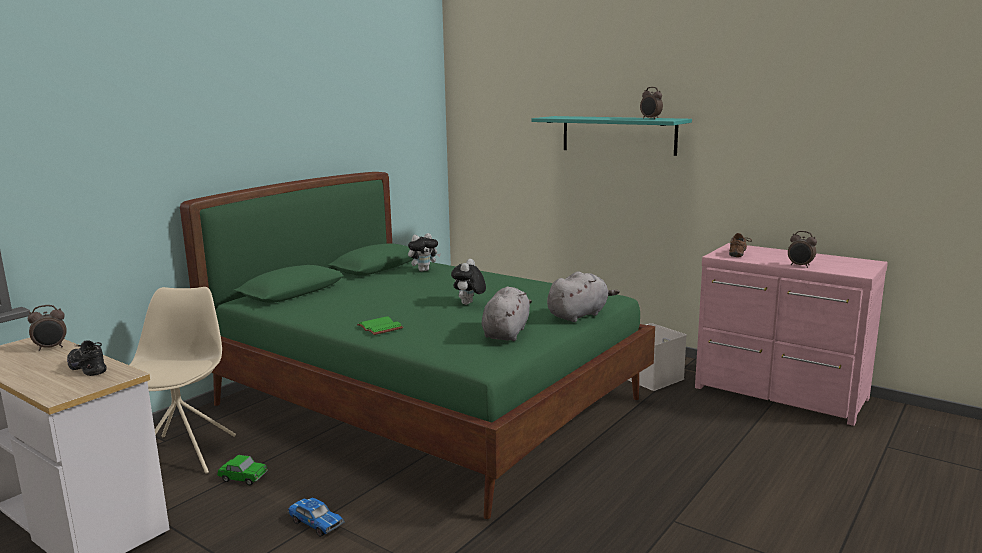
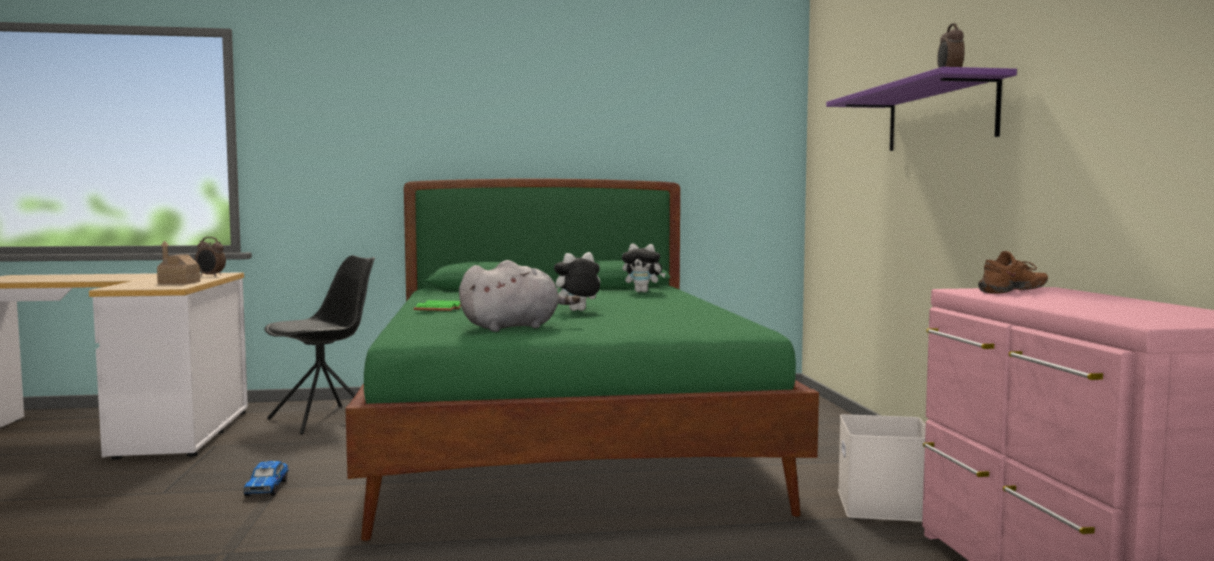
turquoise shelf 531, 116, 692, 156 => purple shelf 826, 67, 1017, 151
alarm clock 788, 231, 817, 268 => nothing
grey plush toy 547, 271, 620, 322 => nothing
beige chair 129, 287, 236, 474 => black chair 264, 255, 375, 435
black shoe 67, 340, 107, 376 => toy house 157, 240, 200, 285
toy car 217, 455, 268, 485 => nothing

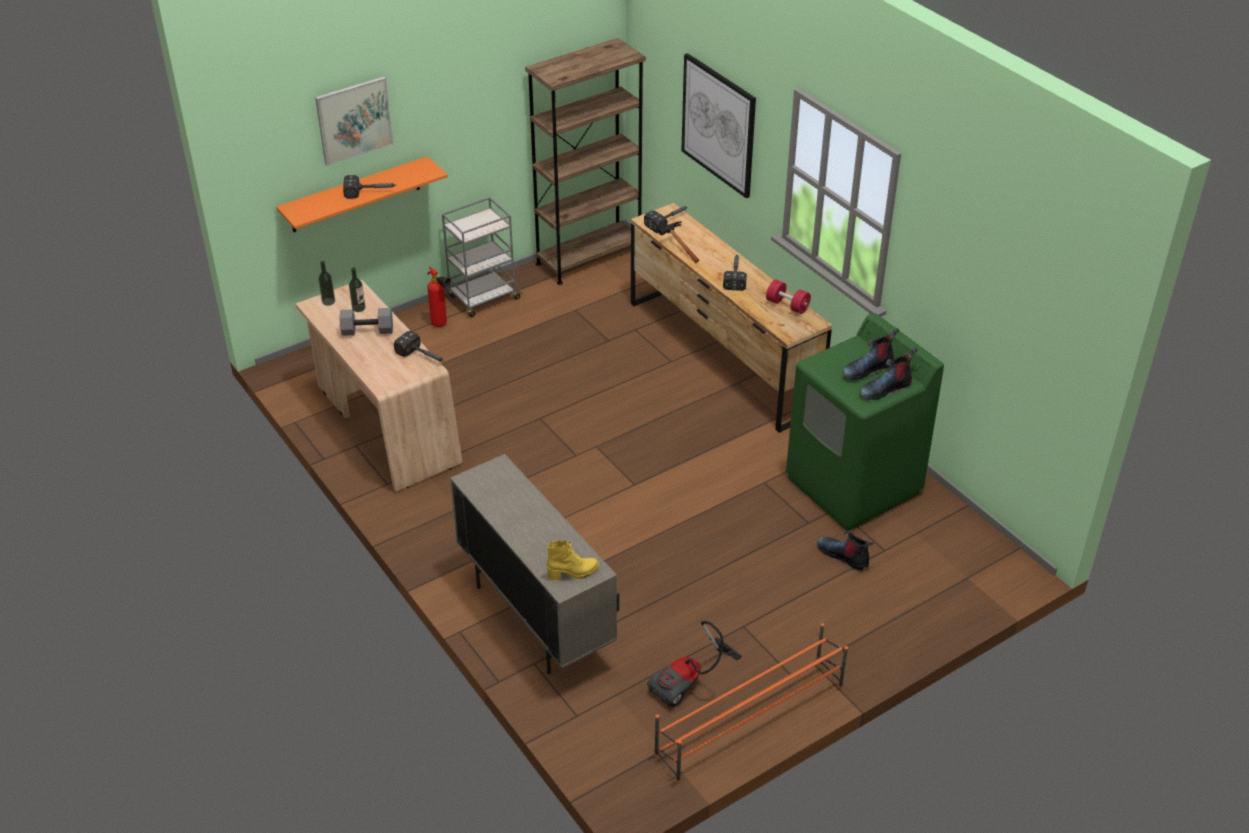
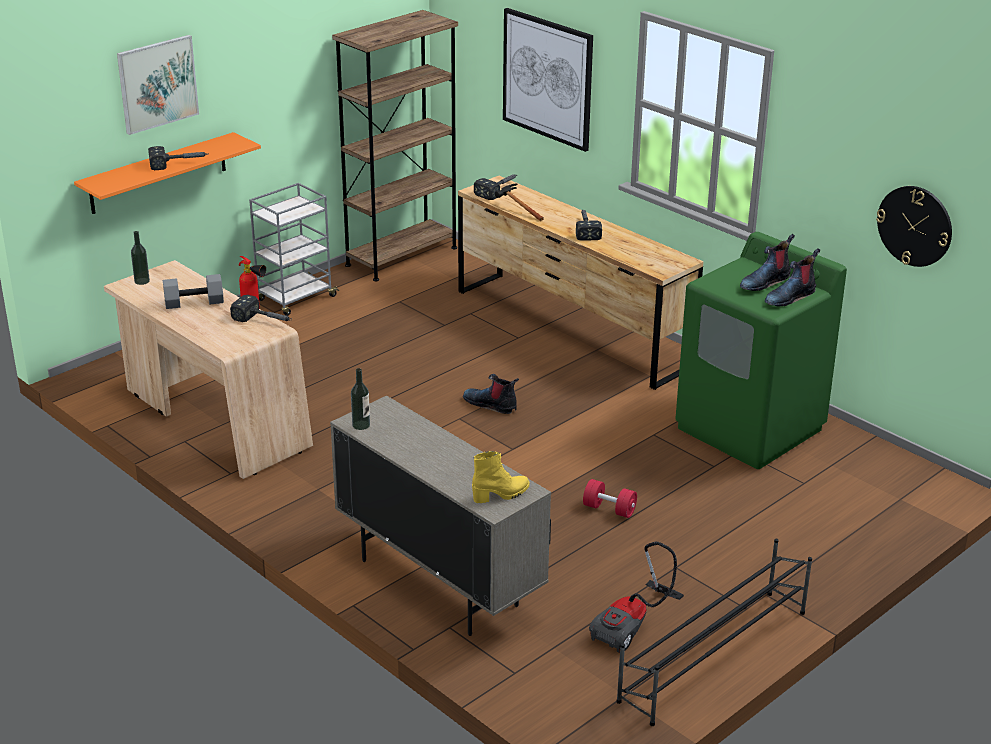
bottle 349, 267, 365, 312 => bottle 351, 368, 370, 430, relocated
red dumbbell 766, 279, 811, 314 => red dumbbell 583, 479, 637, 518, relocated
boot 817, 531, 874, 571 => boot 463, 374, 519, 414, relocated
orange shoe rack 654, 623, 848, 783 => black shoe rack 616, 539, 812, 726
nothing => wall clock 876, 186, 952, 267

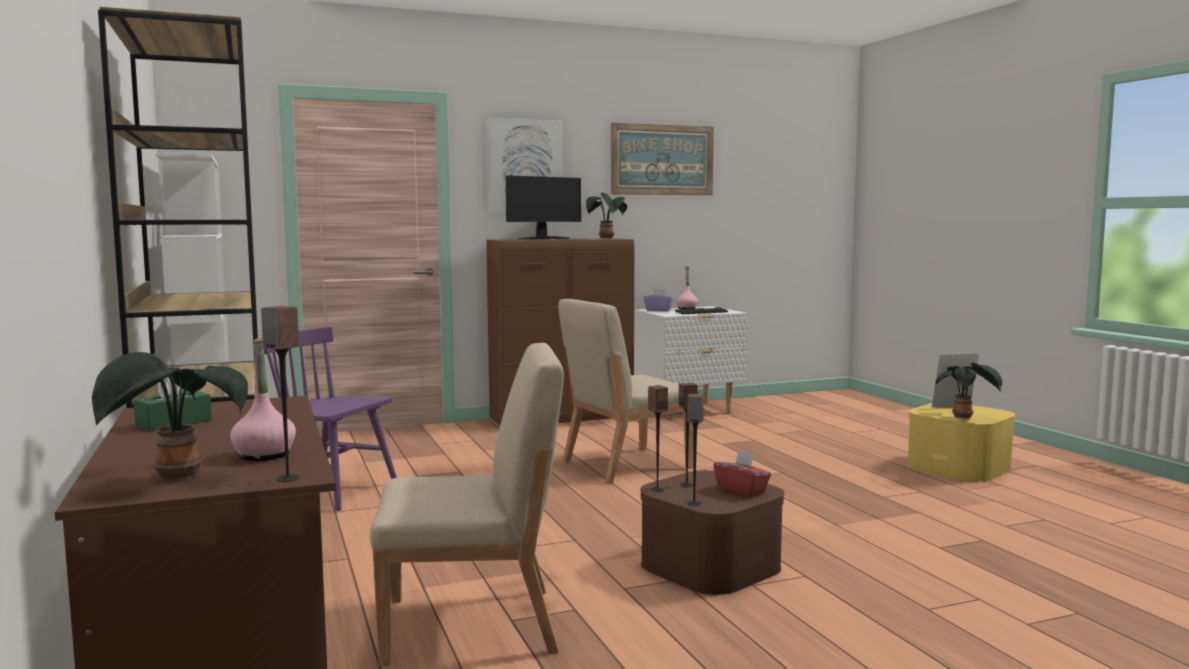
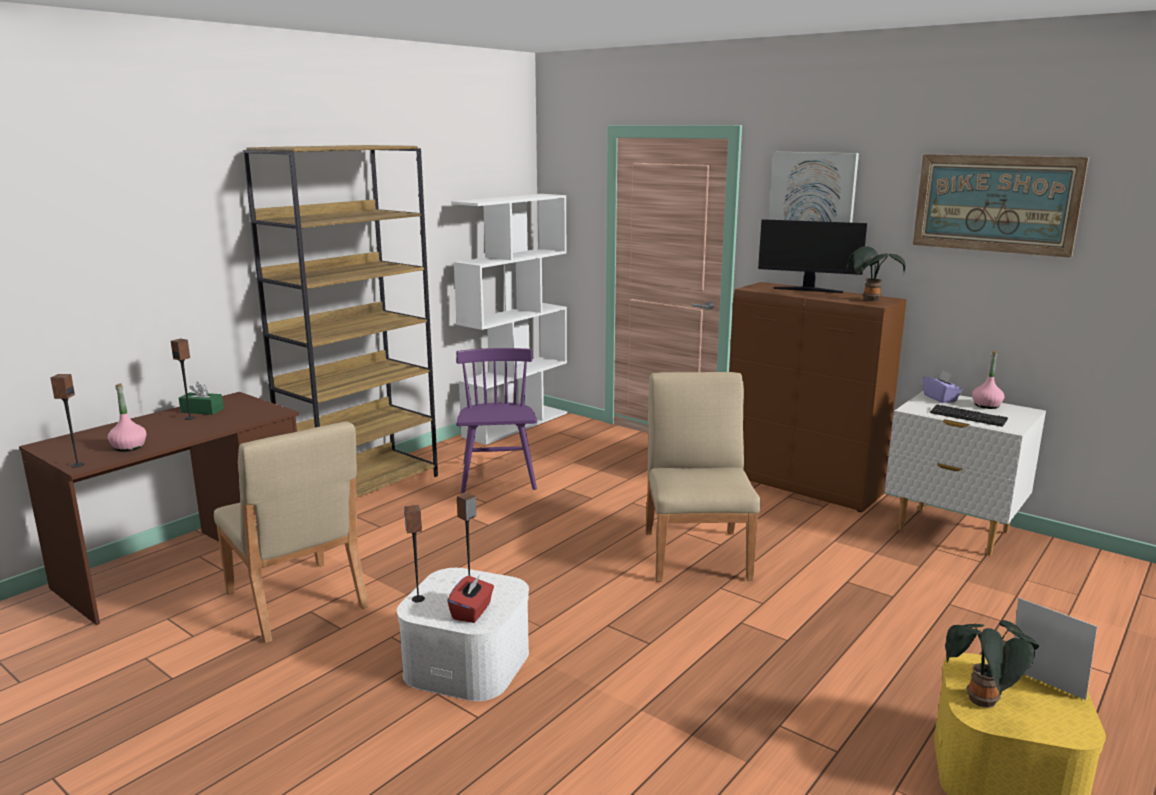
beige chair 558, 299, 693, 484 => beige chair 646, 372, 761, 582, 60 degrees clockwise
potted plant 92, 352, 248, 480 => nothing
speaker 648, 385, 668, 492 => speaker 171, 339, 196, 420, relocated
brown storage box 640, 470, 785, 595 => white storage box 397, 568, 529, 701

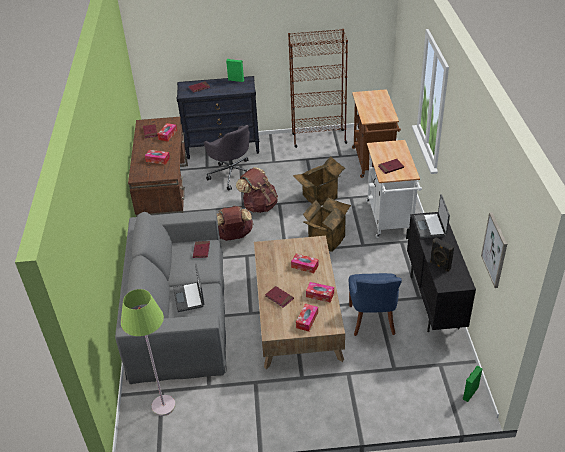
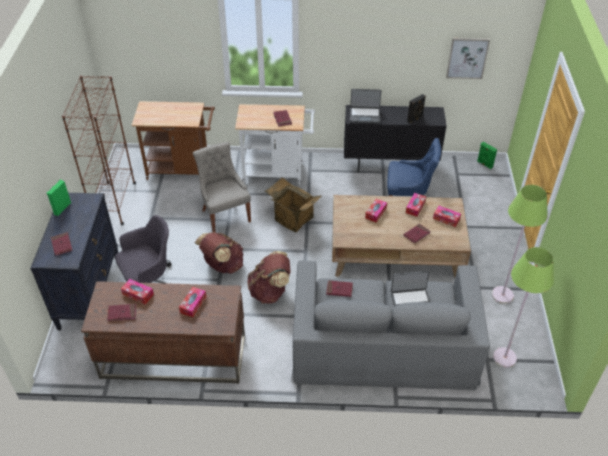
cardboard box 293, 156, 345, 206 => grey chair 193, 142, 251, 232
nothing => green floor lamp 492, 185, 548, 304

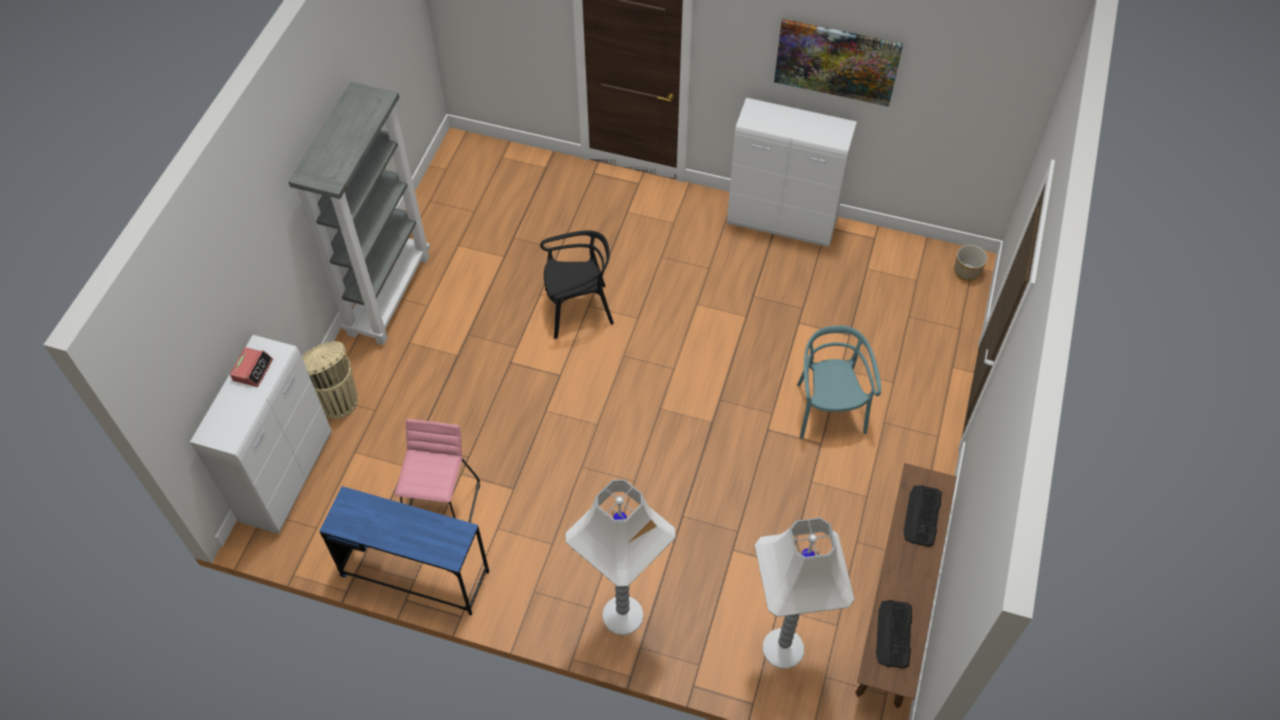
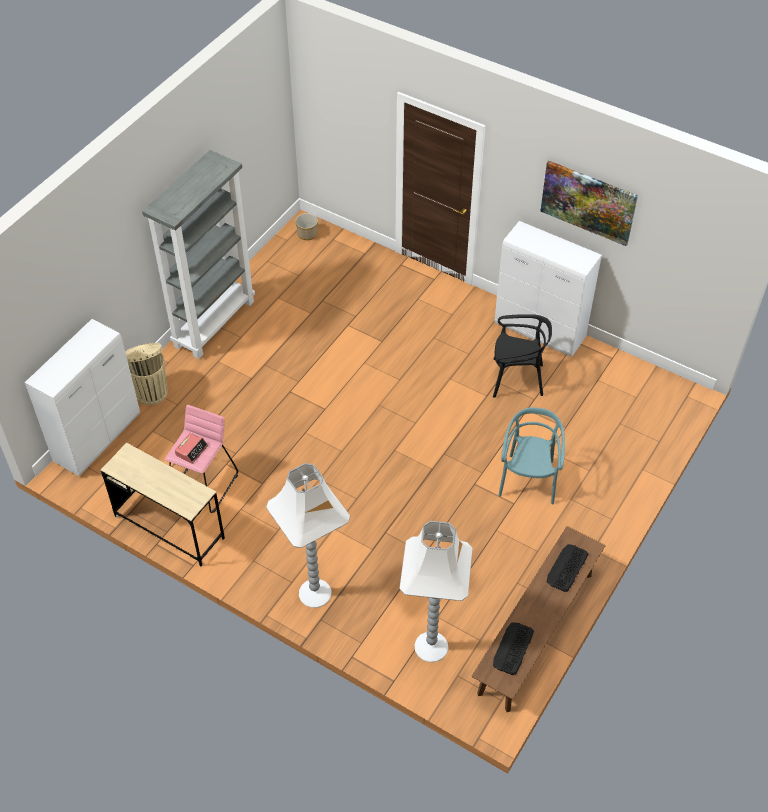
black chair 540, 230, 614, 339 => black chair 493, 314, 552, 397, relocated
planter 954, 245, 987, 281 => planter 295, 213, 318, 240, relocated
alarm clock 230, 347, 273, 387 => alarm clock 175, 433, 208, 464, relocated
blue desk 319, 486, 489, 615 => beige desk 101, 443, 225, 566

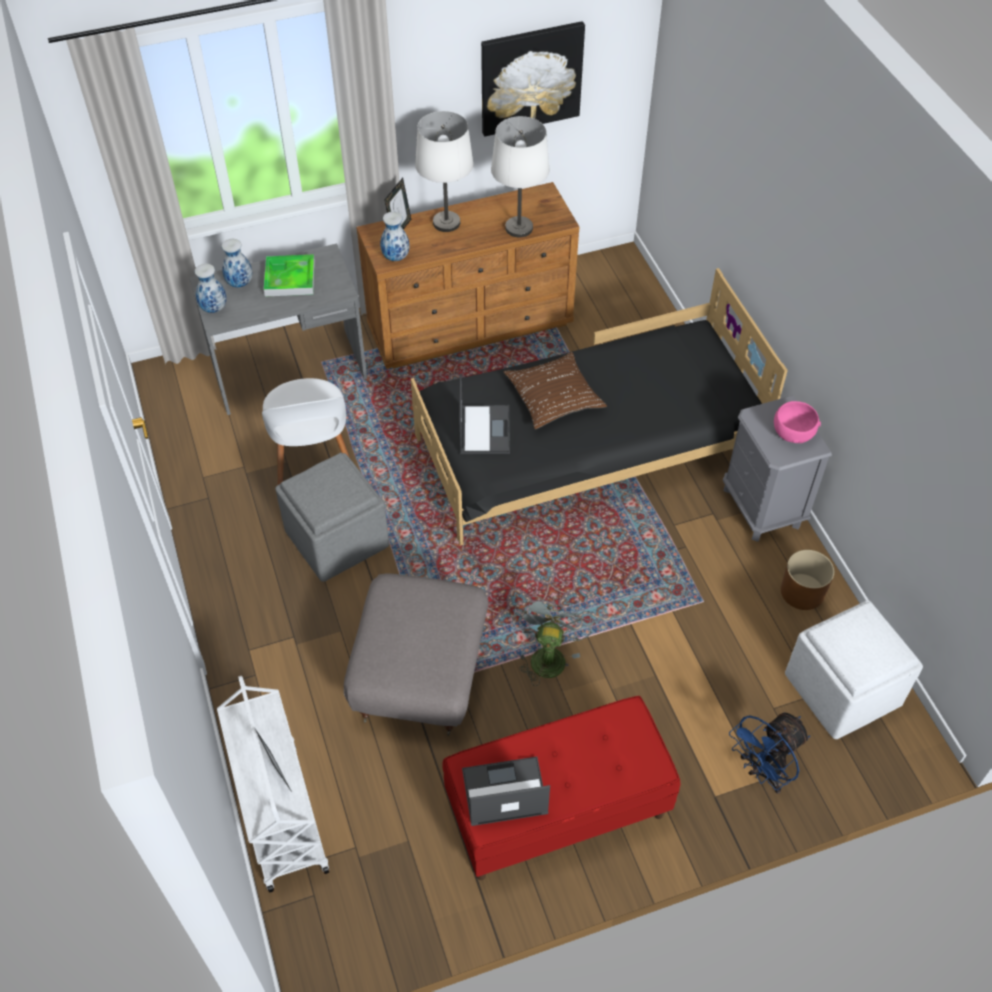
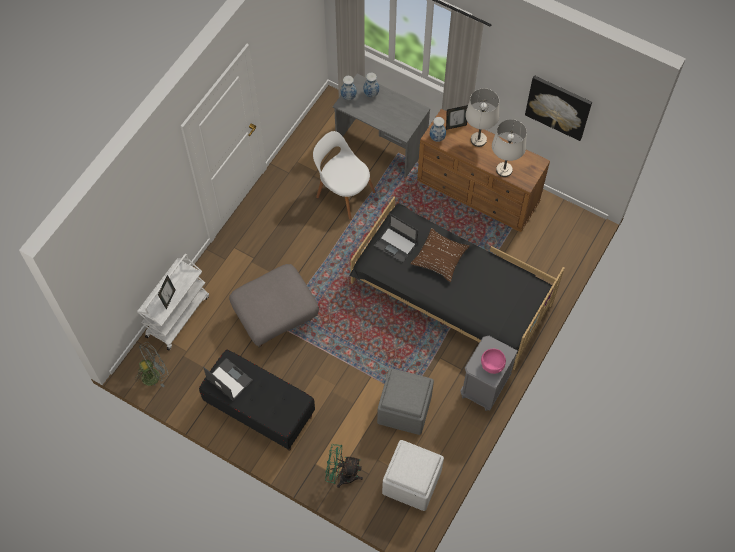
tray 264, 255, 315, 296 => nothing
laptop 459, 373, 510, 454 => laptop 374, 213, 418, 263, 75 degrees clockwise
white chair 262, 378, 350, 485 => white chair 313, 131, 375, 220, 90 degrees clockwise
grey ottoman 275, 453, 389, 582 => grey ottoman 377, 368, 434, 435, relocated
brown planter 781, 550, 834, 610 => nothing
grey fan 512, 596, 592, 686 => grey fan 135, 342, 168, 387, relocated
red bench 443, 696, 680, 880 => black bench 199, 349, 315, 451
blue fan 729, 712, 810, 794 => green fan 325, 444, 363, 488

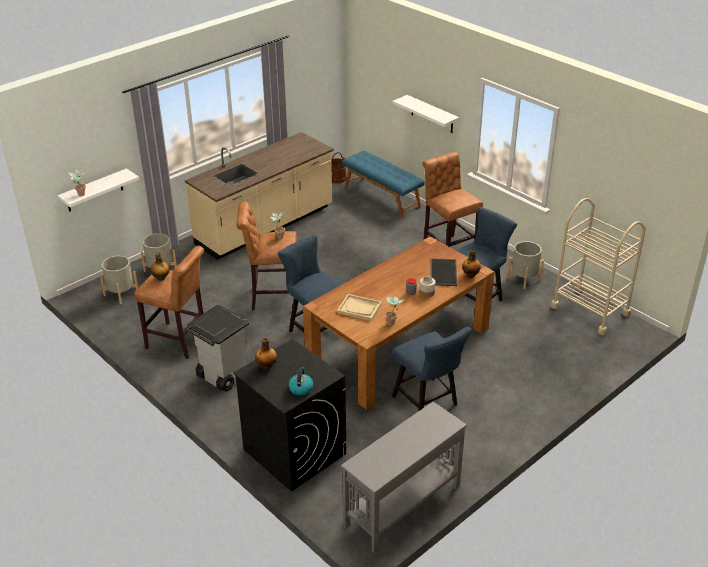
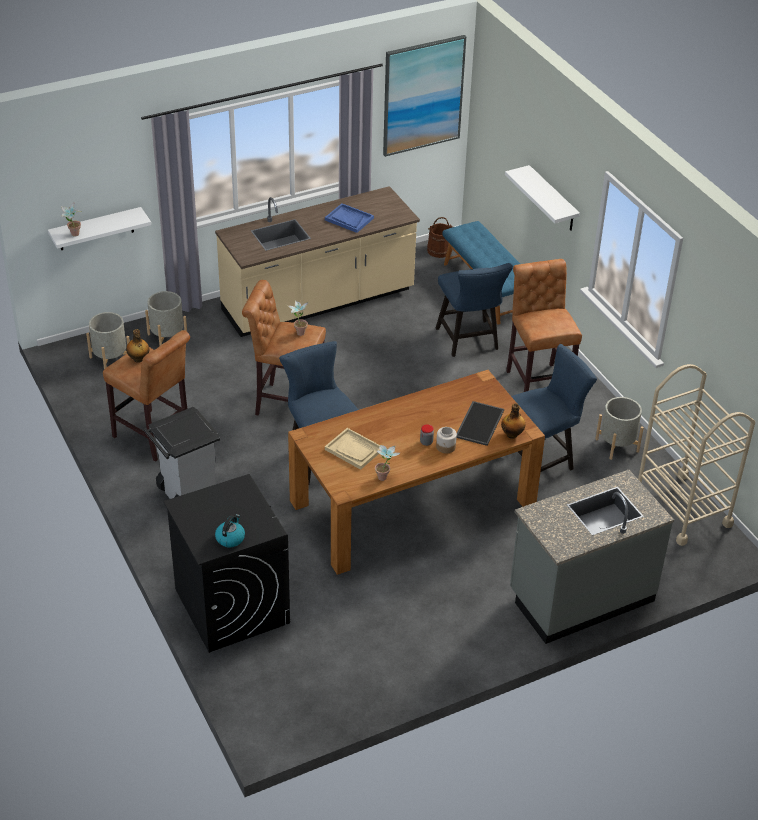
blue chair 392, 327, 472, 411 => blue chair 436, 263, 513, 357, relocated
bottle 255, 338, 277, 370 => nothing
grey console table 341, 402, 467, 553 => nothing
nothing => picture 383, 35, 466, 157
nothing => blue tray 325, 203, 374, 233
nothing => grey counter 510, 470, 674, 644

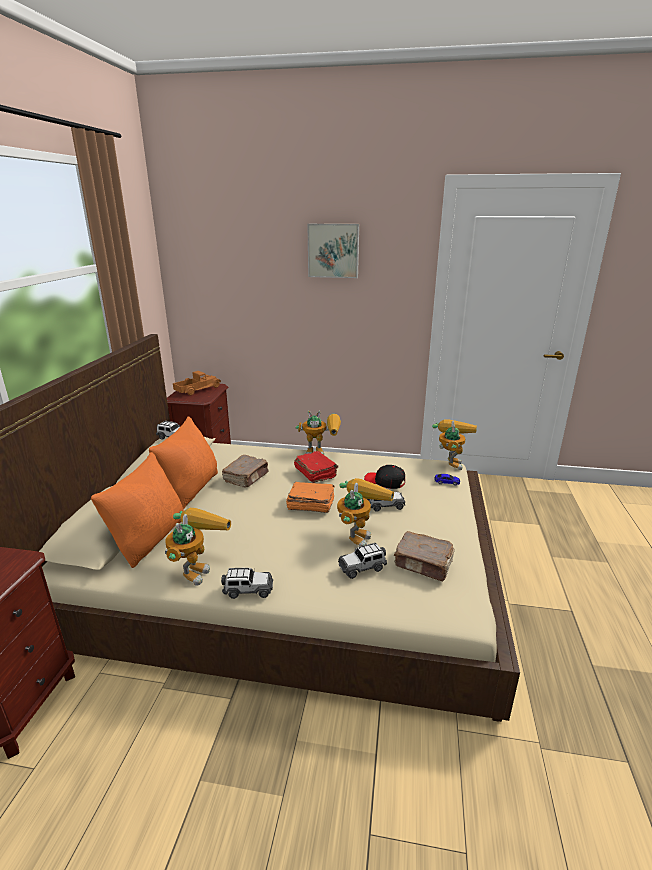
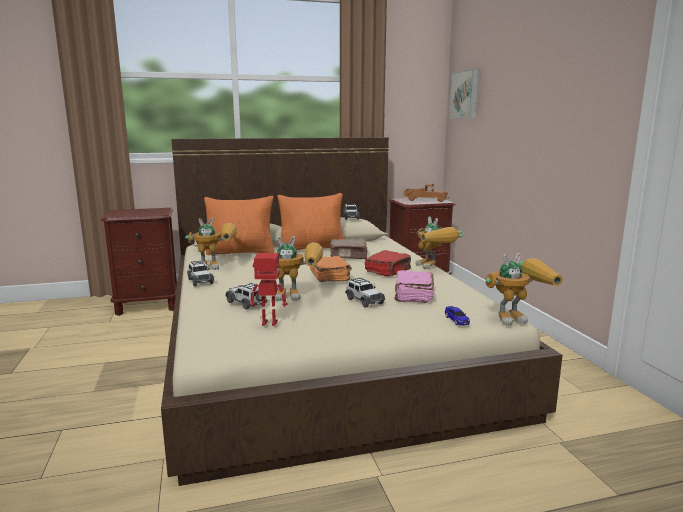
picture 308, 224, 359, 278 => picture 449, 69, 479, 119, relocated
black cap 364, 465, 405, 489 => pink book 395, 270, 435, 303
brown book 394, 531, 455, 581 => toy robot 250, 253, 288, 326

